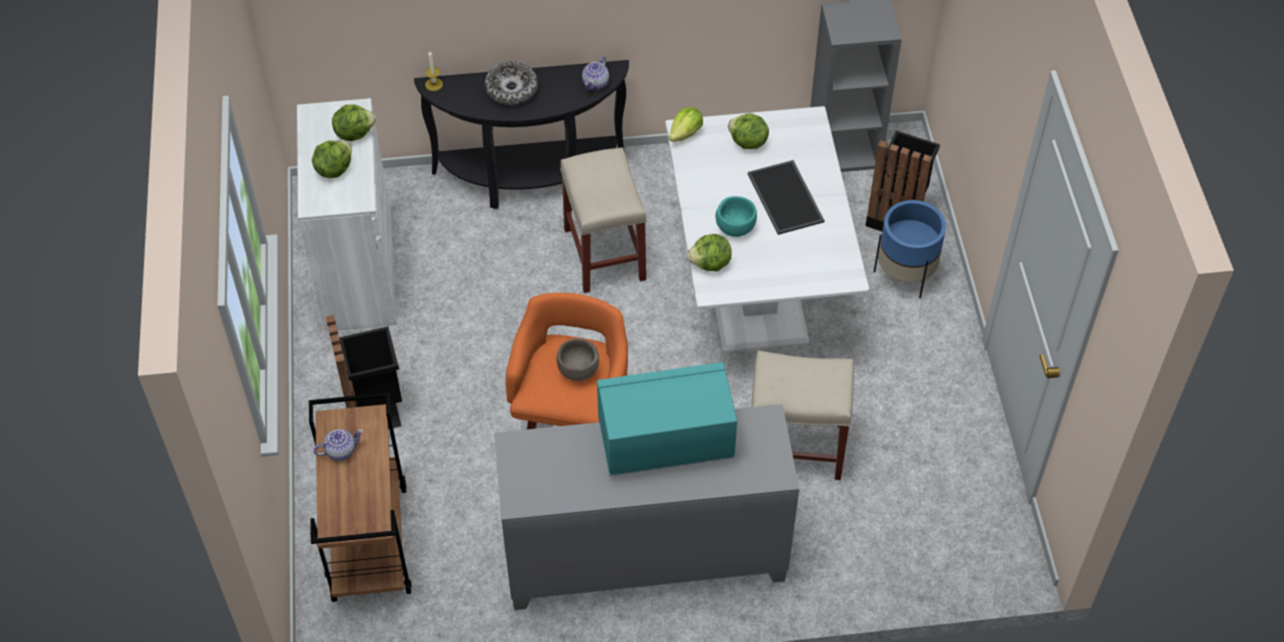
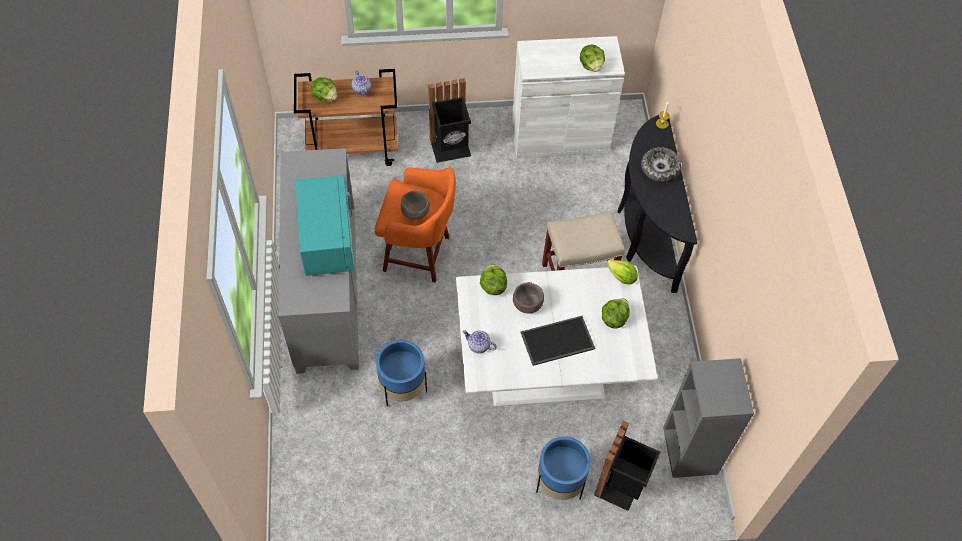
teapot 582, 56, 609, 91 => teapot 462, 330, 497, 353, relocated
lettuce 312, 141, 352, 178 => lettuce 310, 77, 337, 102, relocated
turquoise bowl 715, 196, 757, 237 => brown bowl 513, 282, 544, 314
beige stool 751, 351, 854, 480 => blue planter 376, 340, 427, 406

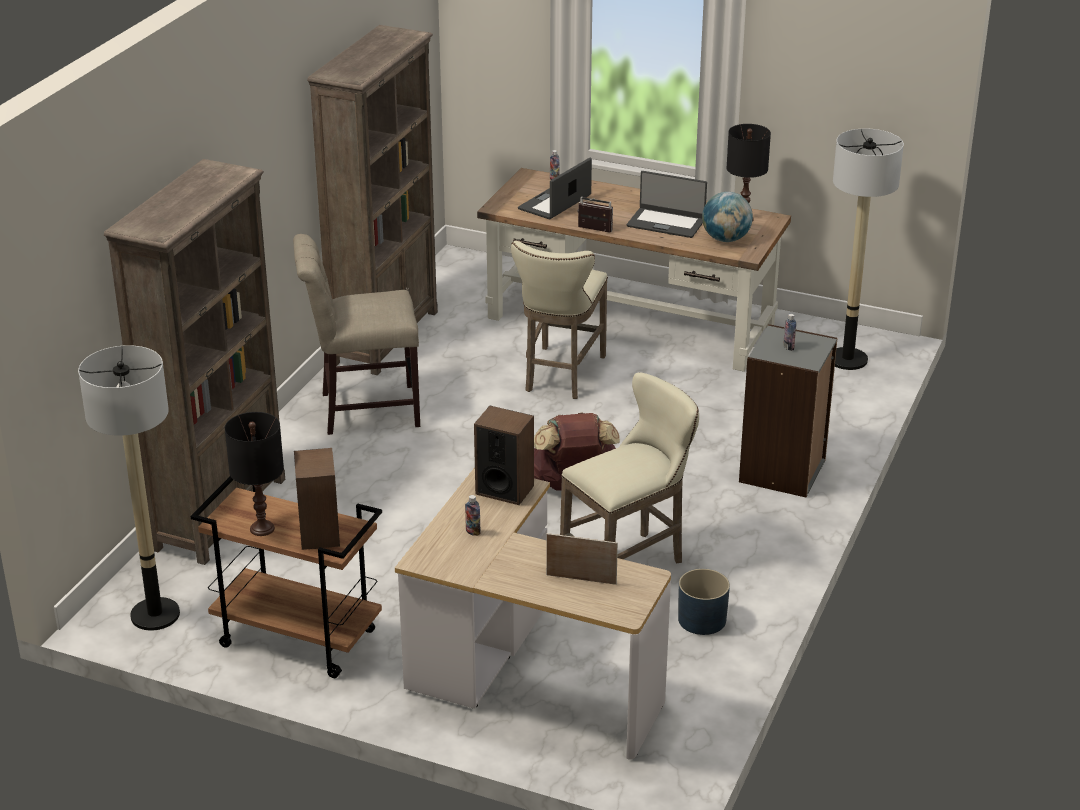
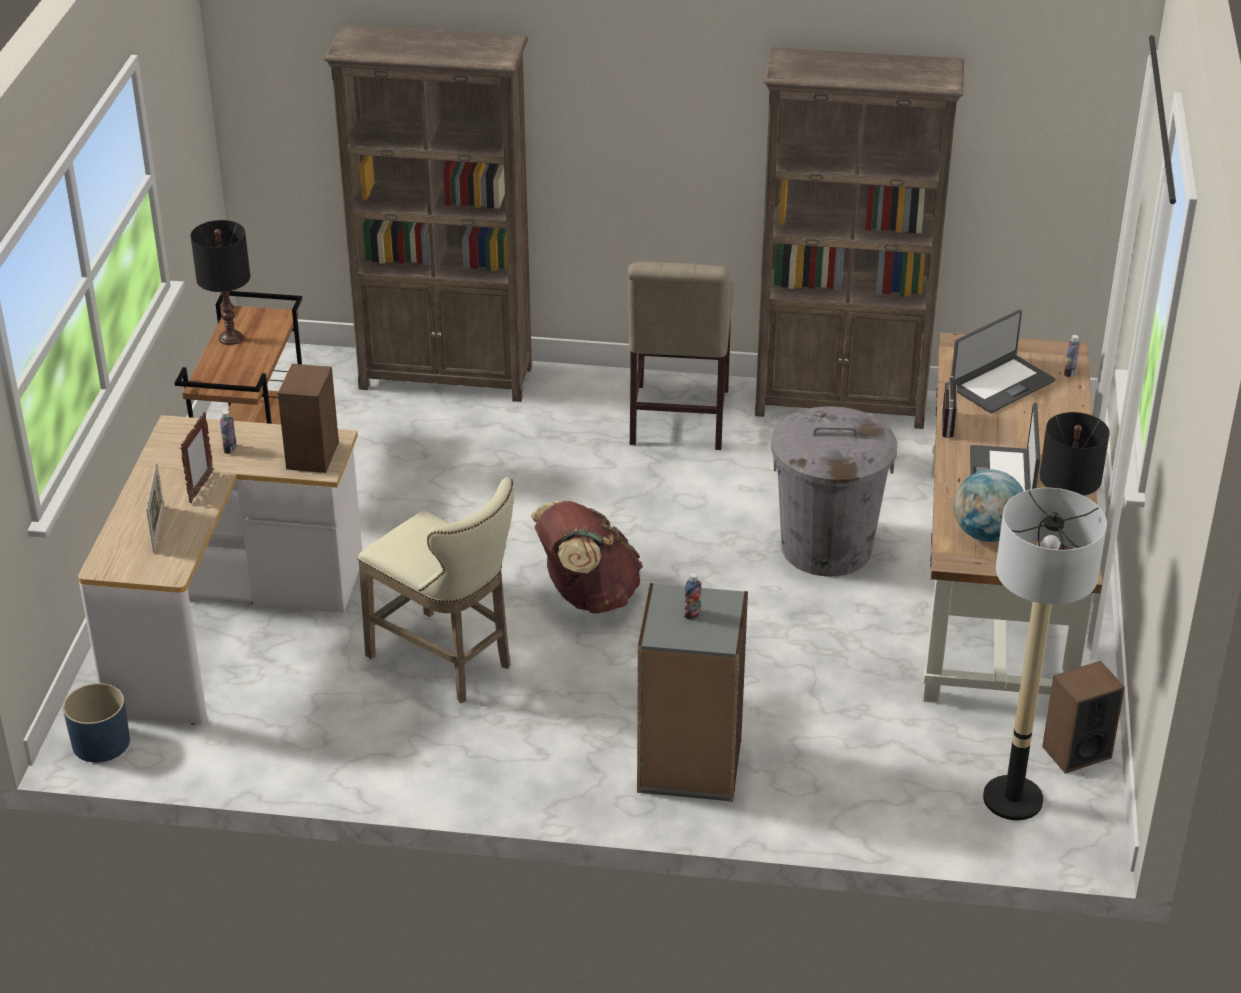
laptop 518, 158, 592, 219 => laptop 951, 310, 1055, 413, 120 degrees clockwise
beige chair 293, 234, 420, 435 => beige chair 628, 261, 734, 450, 150 degrees counterclockwise
beige stool 511, 241, 608, 399 => grey trash can 771, 406, 897, 577
floor lamp 78, 345, 180, 631 => nothing
speaker 294, 448, 340, 550 => speaker 1042, 661, 1125, 774, relocated
blue planter 678, 569, 730, 635 => blue planter 63, 683, 130, 762, relocated
nothing => picture frame 180, 412, 214, 503

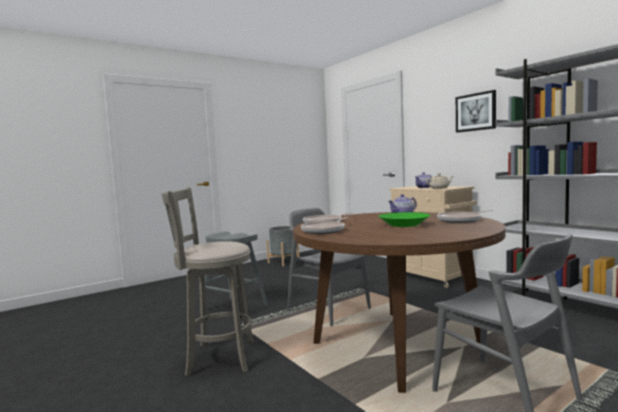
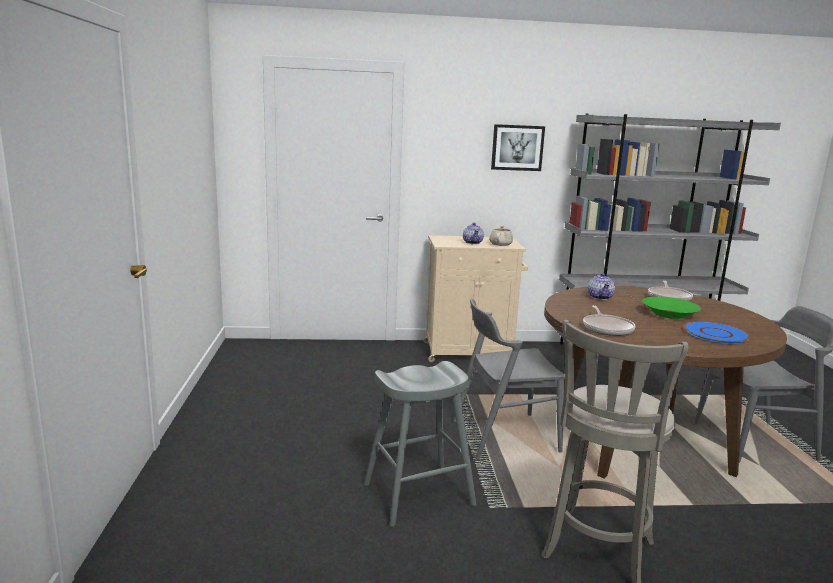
frying pan 301, 217, 349, 234 => nothing
grey planter 266, 226, 299, 266 => nothing
nothing => blue plate 684, 321, 750, 344

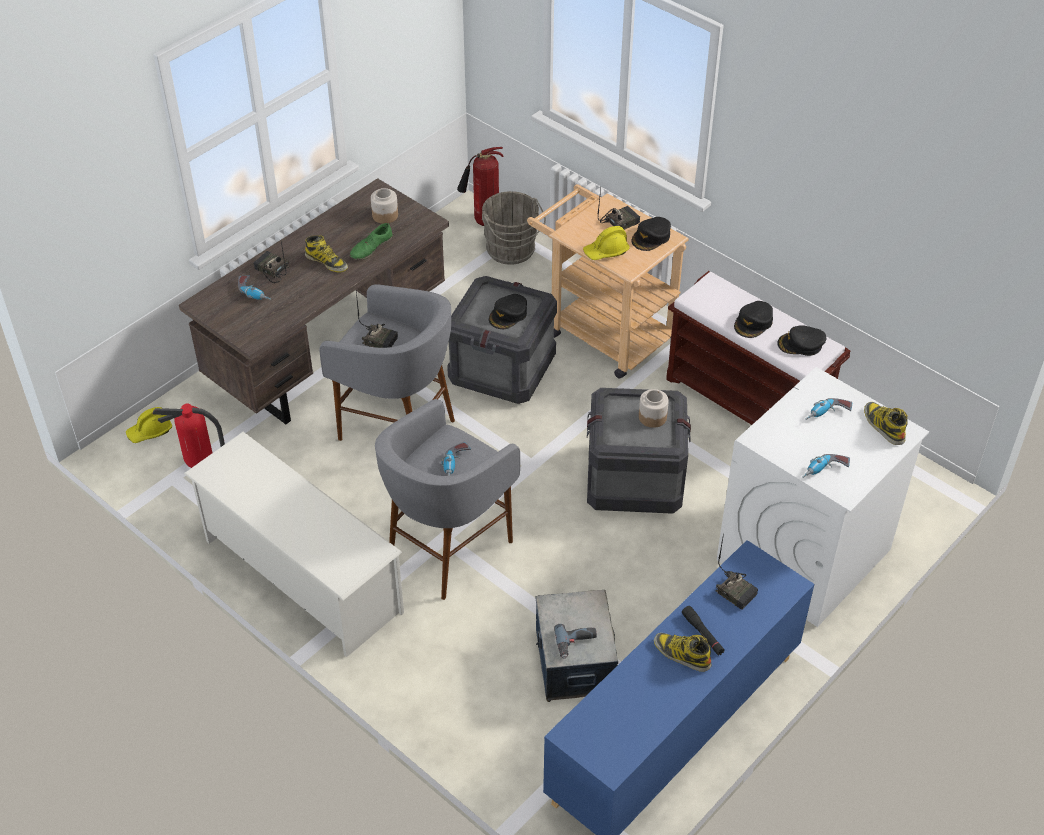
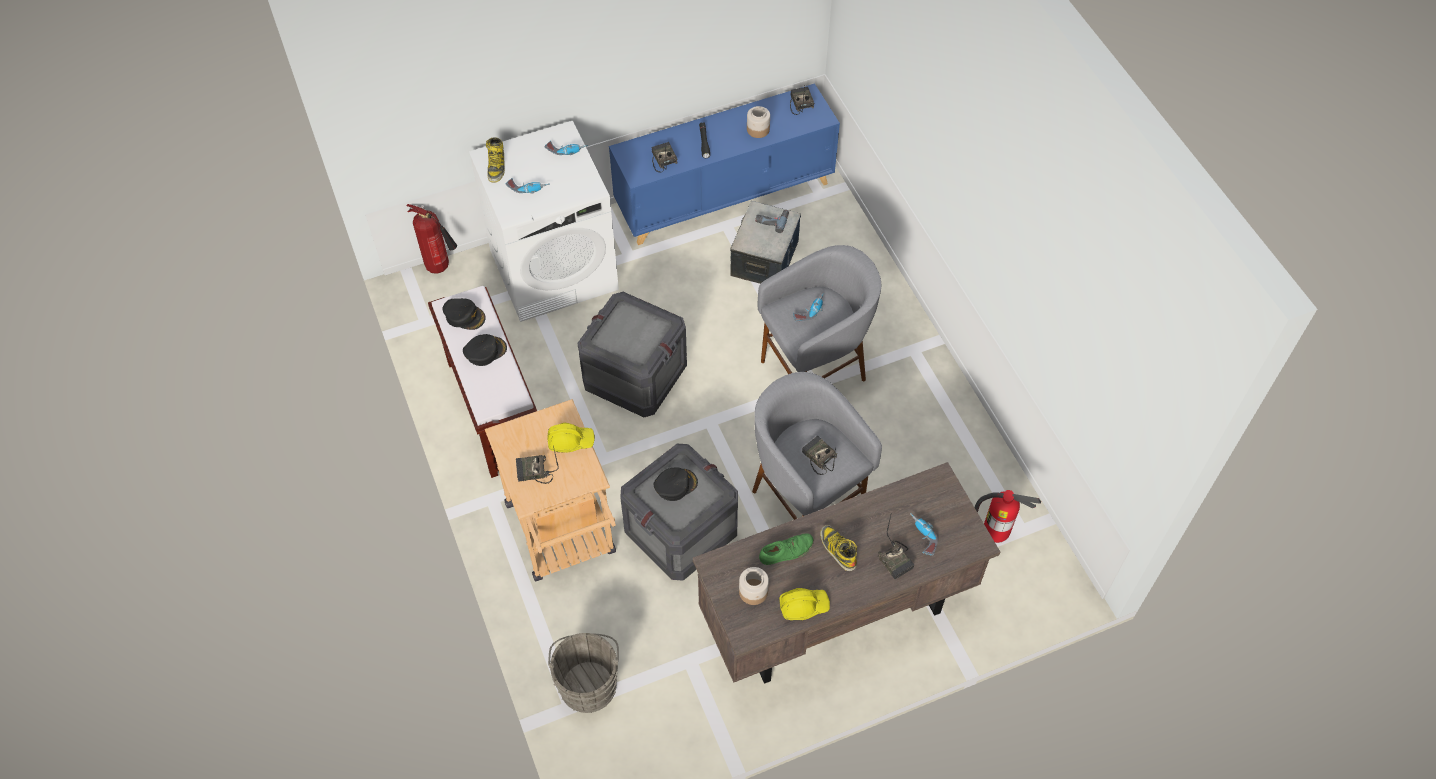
fire extinguisher 457, 147, 503, 226 => fire extinguisher 406, 204, 457, 274, relocated
black cap 631, 217, 671, 251 => nothing
jar 639, 389, 669, 428 => jar 747, 106, 770, 138, relocated
yellow hard hat 126, 407, 172, 443 => yellow hard hat 779, 588, 830, 620, relocated
white shoe rack 184, 432, 404, 657 => nothing
boot 654, 633, 711, 672 => nothing
nothing => radio 790, 86, 814, 115

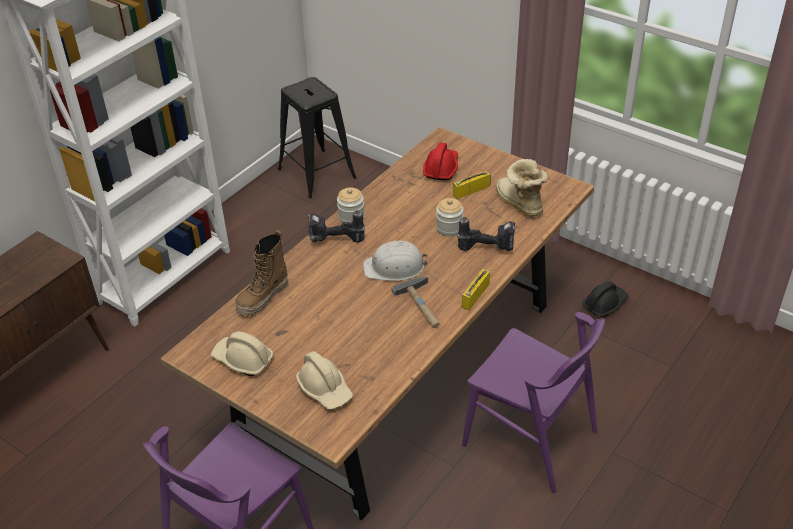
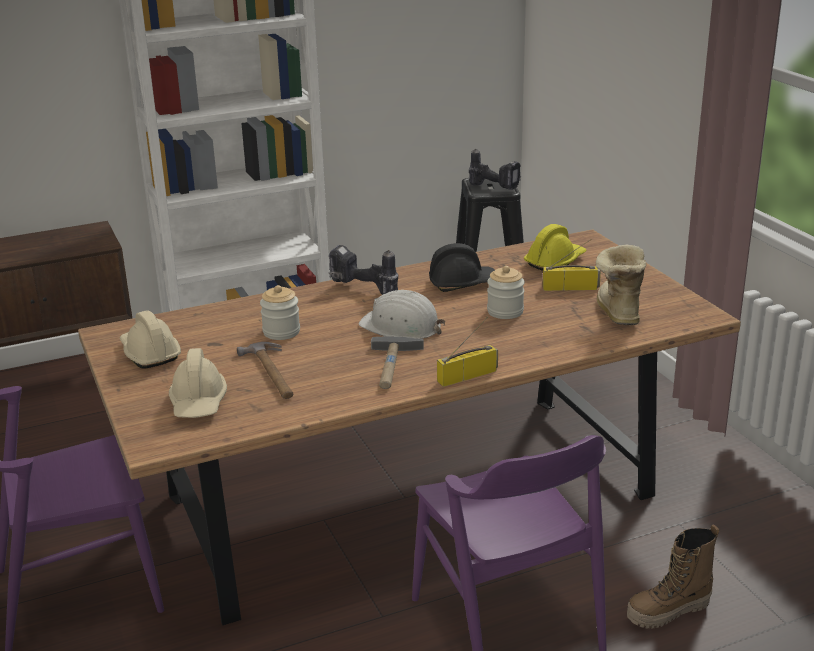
red hard hat 423, 143, 458, 180 => yellow hard hat 524, 224, 587, 271
jar 337, 187, 365, 223 => jar 260, 285, 300, 340, relocated
power drill 457, 217, 515, 251 => power drill 469, 148, 521, 190, relocated
boot 235, 230, 288, 316 => boot 627, 524, 720, 629, relocated
black hard hat 583, 281, 629, 318 => black hard hat 429, 243, 495, 292, relocated
nothing => hammer 237, 342, 293, 399

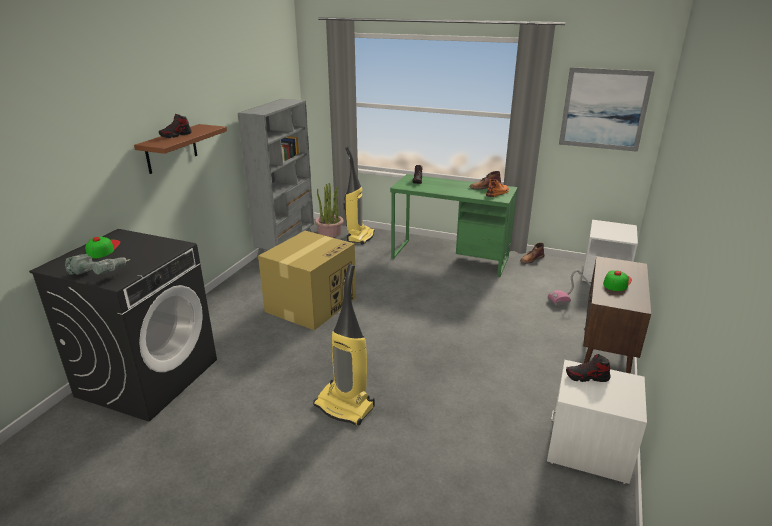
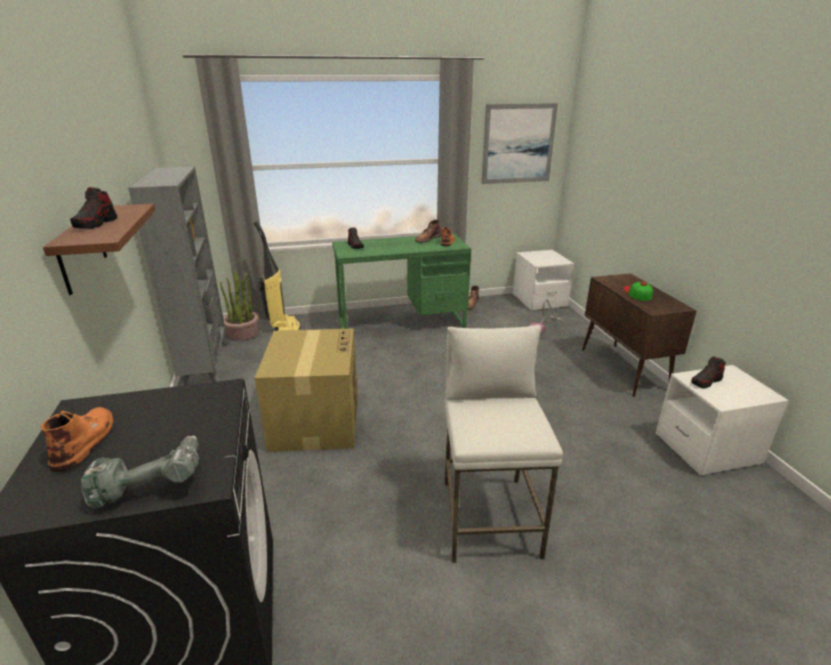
cap 85, 237, 120, 259 => orange boot 41, 407, 113, 472
vacuum cleaner 313, 264, 375, 425 => white stool 444, 325, 563, 563

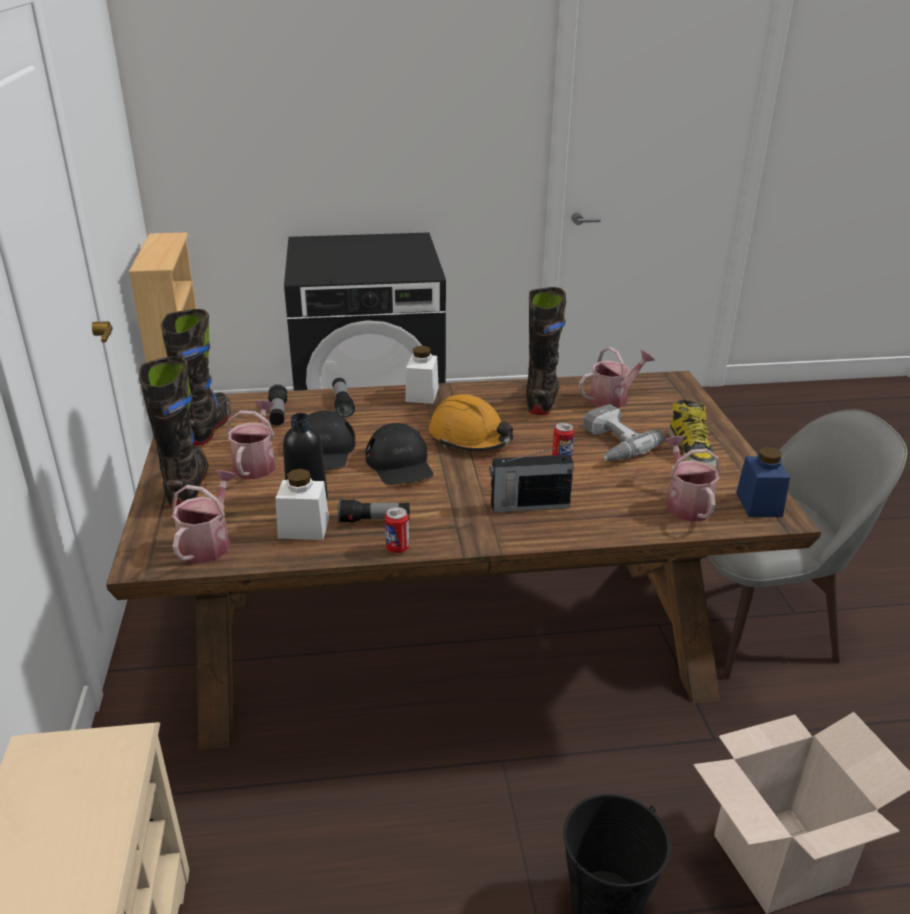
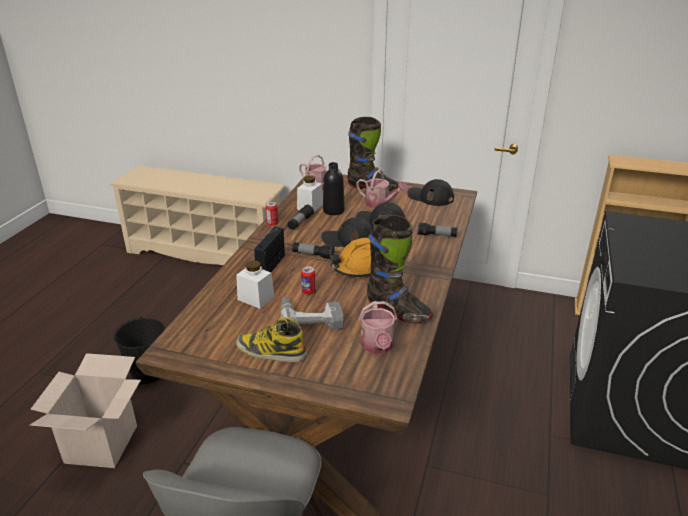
black boot 161, 309, 231, 446 => black cap 407, 179, 454, 206
white jar 406, 346, 439, 404 => white jar 236, 260, 275, 309, relocated
flashlight 268, 384, 288, 426 => flashlight 292, 242, 335, 259, relocated
watering can 665, 436, 721, 522 => nothing
blue jar 736, 447, 790, 517 => nothing

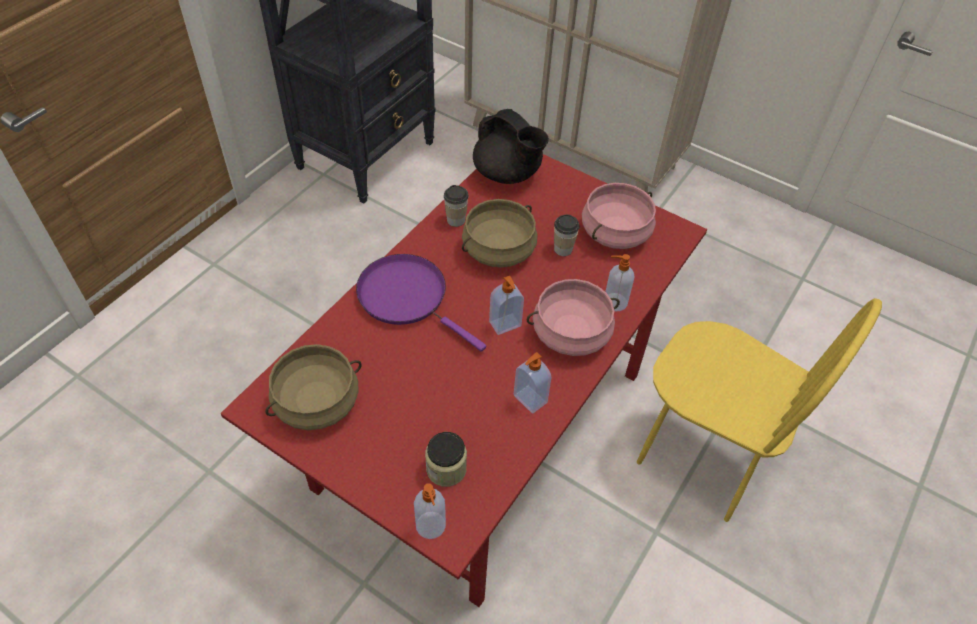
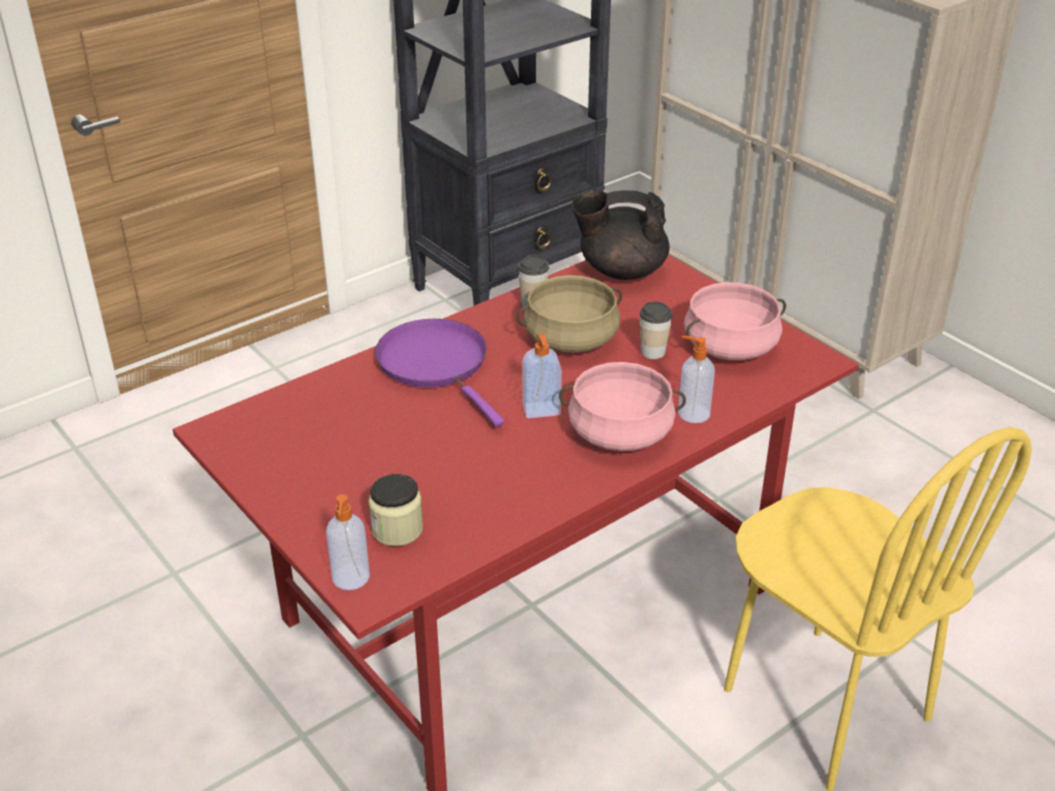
black teapot 473, 109, 549, 184 => black teapot 572, 190, 670, 280, 120 degrees clockwise
beige cooking pot 265, 344, 362, 430 => nothing
soap dispenser 514, 352, 551, 413 => nothing

